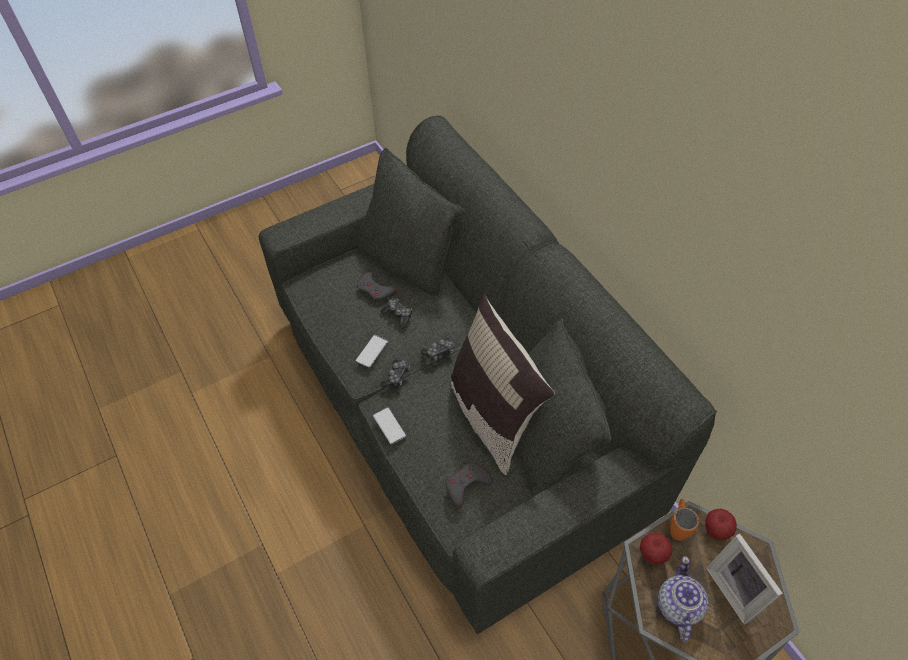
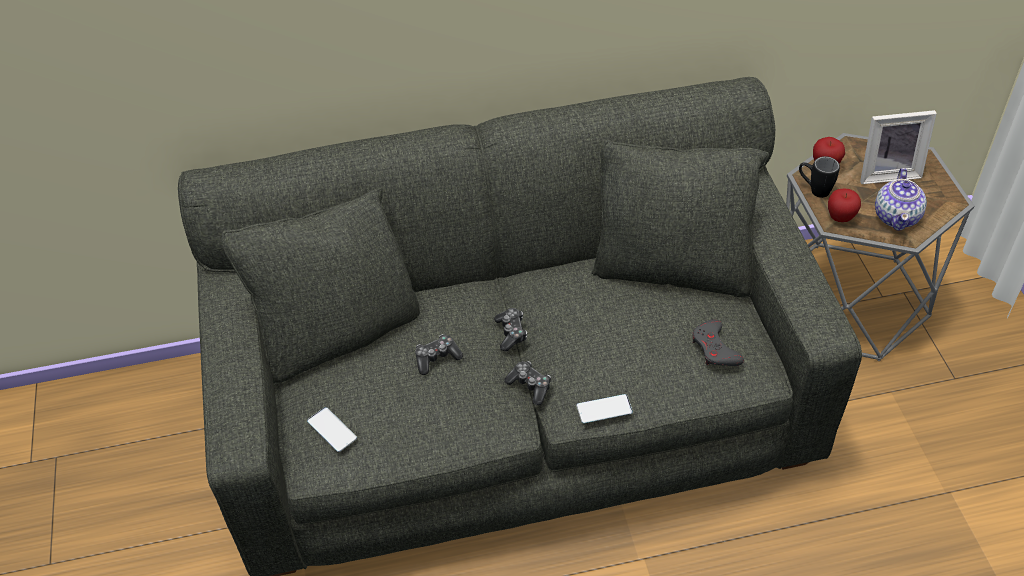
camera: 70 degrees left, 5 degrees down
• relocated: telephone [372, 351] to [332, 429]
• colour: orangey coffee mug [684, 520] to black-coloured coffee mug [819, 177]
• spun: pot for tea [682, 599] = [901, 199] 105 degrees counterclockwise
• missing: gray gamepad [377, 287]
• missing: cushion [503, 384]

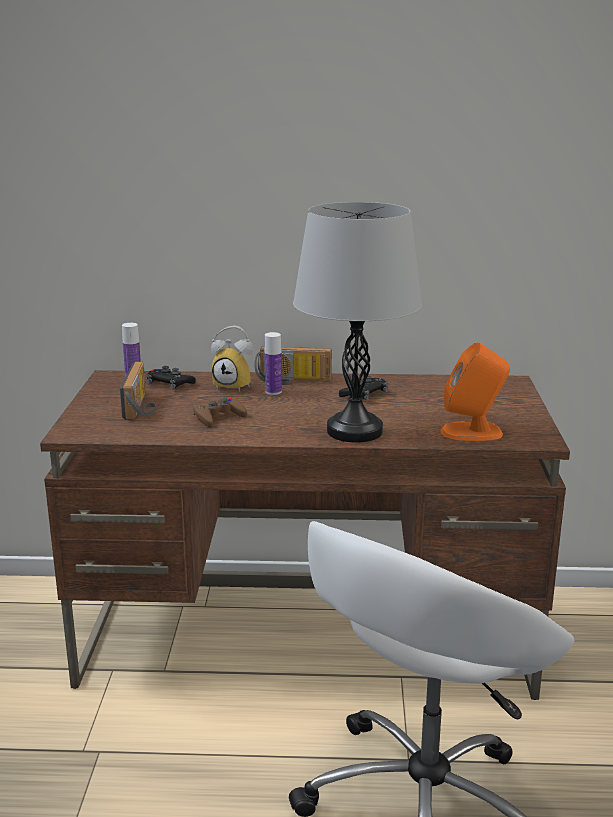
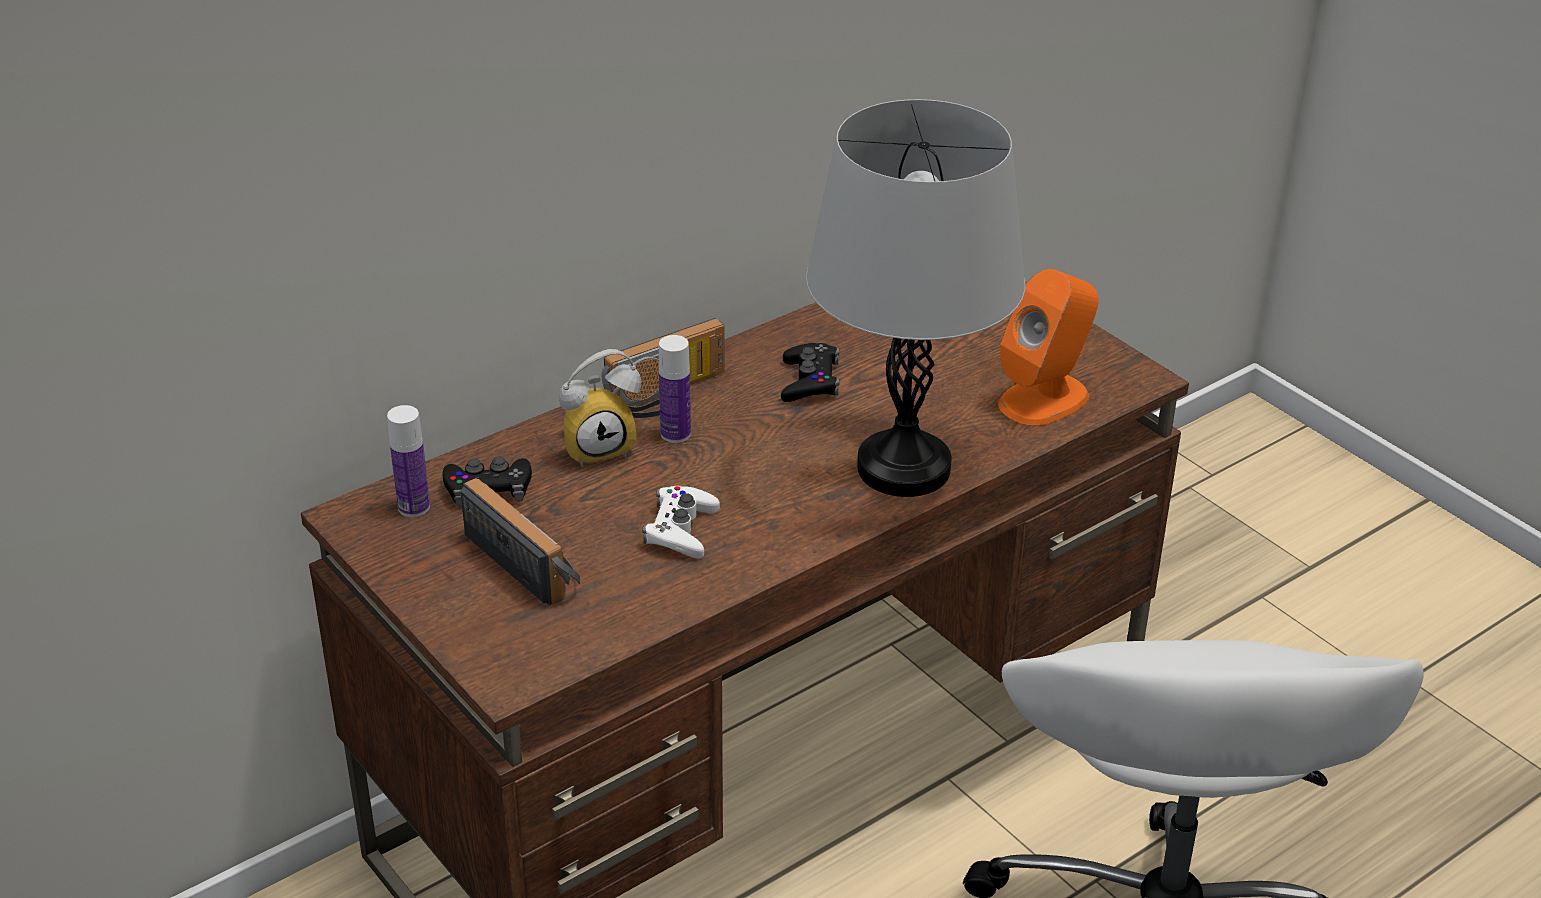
camera: 40 degrees left, 15 degrees up
• colour: brown gamepad [220, 412] to white-coloured gamepad [681, 522]

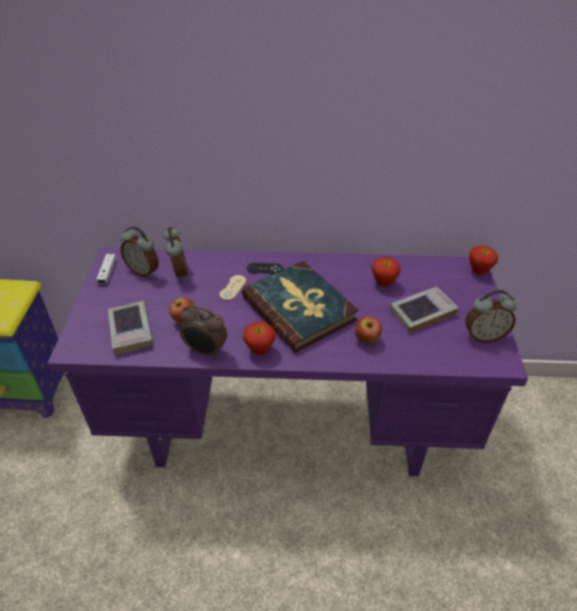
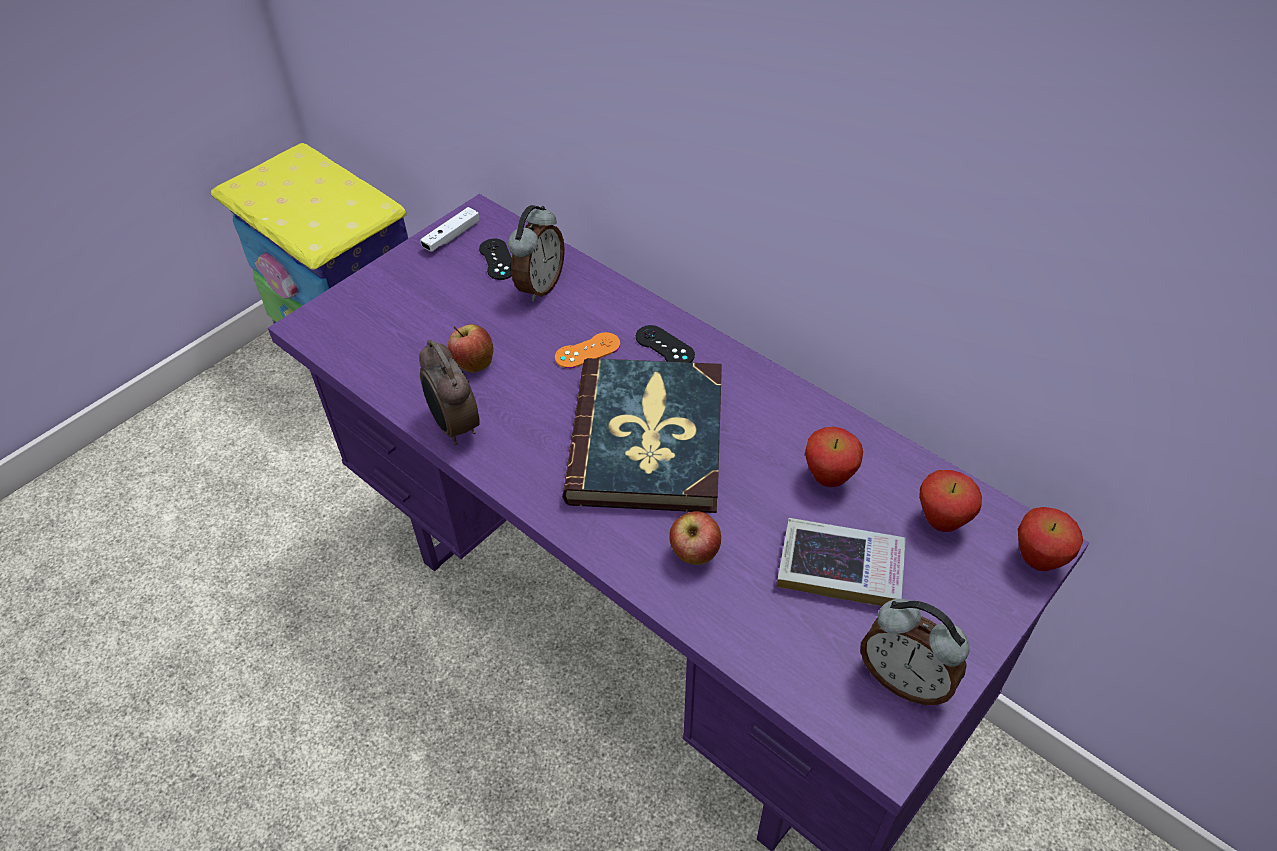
camera: 40 degrees right, 5 degrees up
• exchanged: bedside clock [140, 252] to black-coloured gamepad [495, 259]
• colour: beige-coloured gamepad [232, 287] to orangey gamepad [587, 350]
• relocated: whole apple [259, 338] to [950, 501]
• missing: book [130, 328]

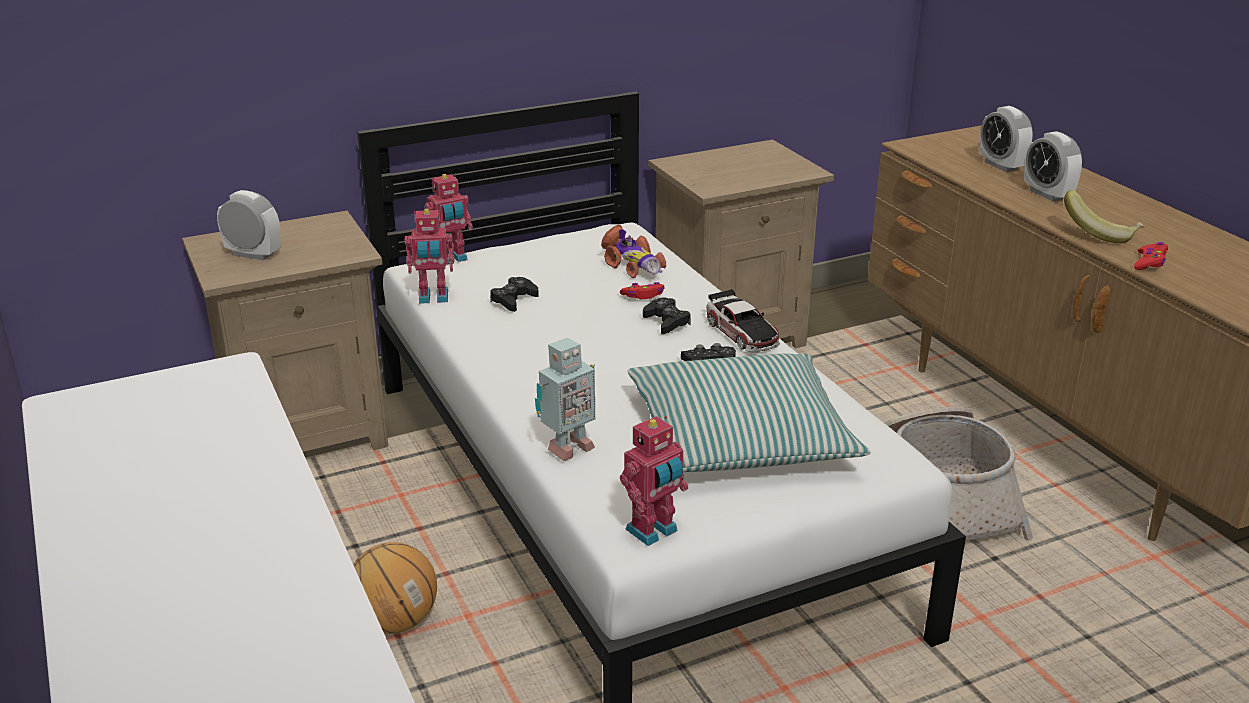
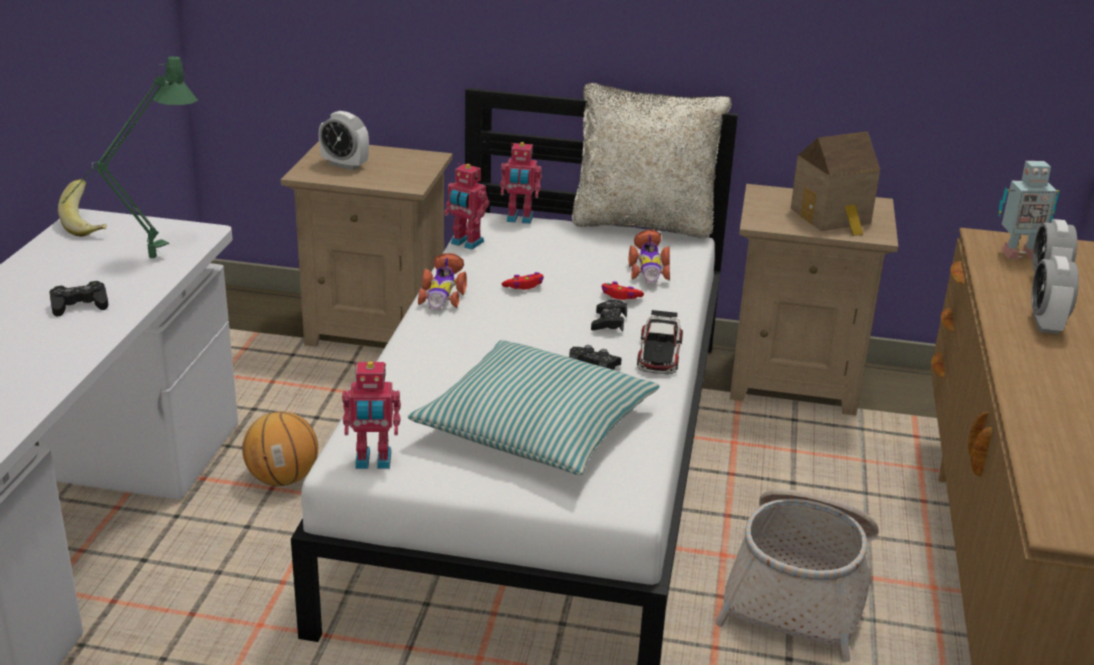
camera: 35 degrees right, 0 degrees up
• relocated: black-coloured gamepad [514, 294] to [79, 299]
• relocated: whole banana [1104, 216] to [82, 208]
• appeared: green tabletop lamp [130, 157]
• spun: bedside clock [249, 225] = [344, 140] 150 degrees clockwise
• appeared: miniature car [442, 281]
• relocated: reddish gamepad [1151, 256] to [522, 281]
• appeared: beige-coloured cushion [652, 160]
• appeared: model house [835, 184]
• relocated: robot figure [565, 399] to [1029, 210]

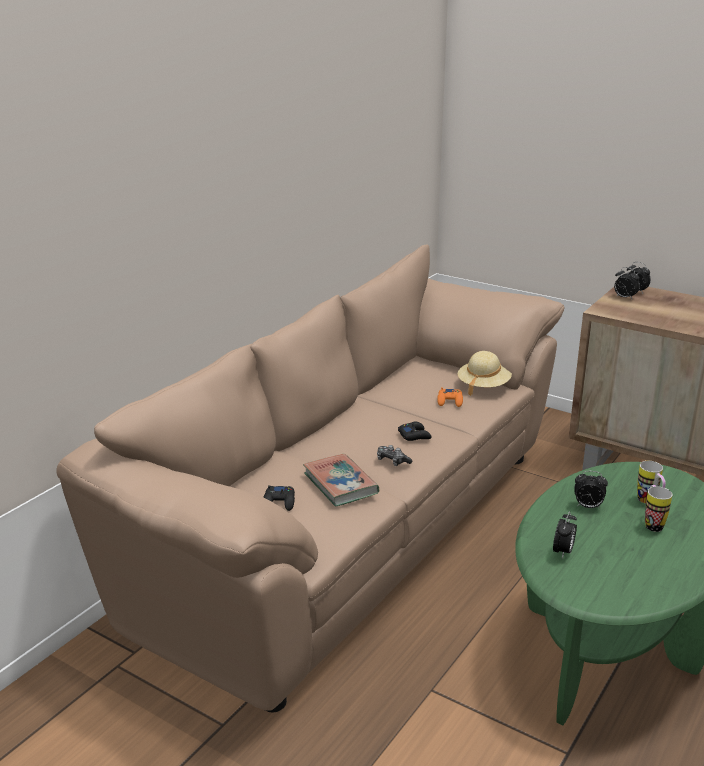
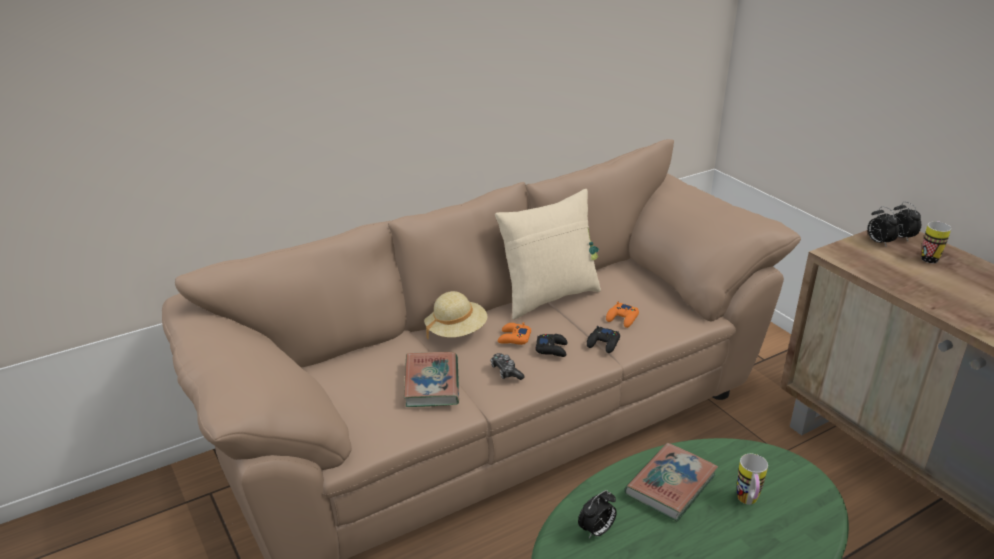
camera: 25 degrees right, 5 degrees up
• relocated: beige-coloured hat [485, 373] to [455, 315]
• appeared: beige-coloured cushion [548, 254]
• appeared: orangey gamepad [514, 333]
• relocated: black-coloured gamepad [279, 498] to [603, 339]
• exchanged: bedside clock [591, 490] to book [671, 482]
• relocated: coffee mug [658, 508] to [936, 242]

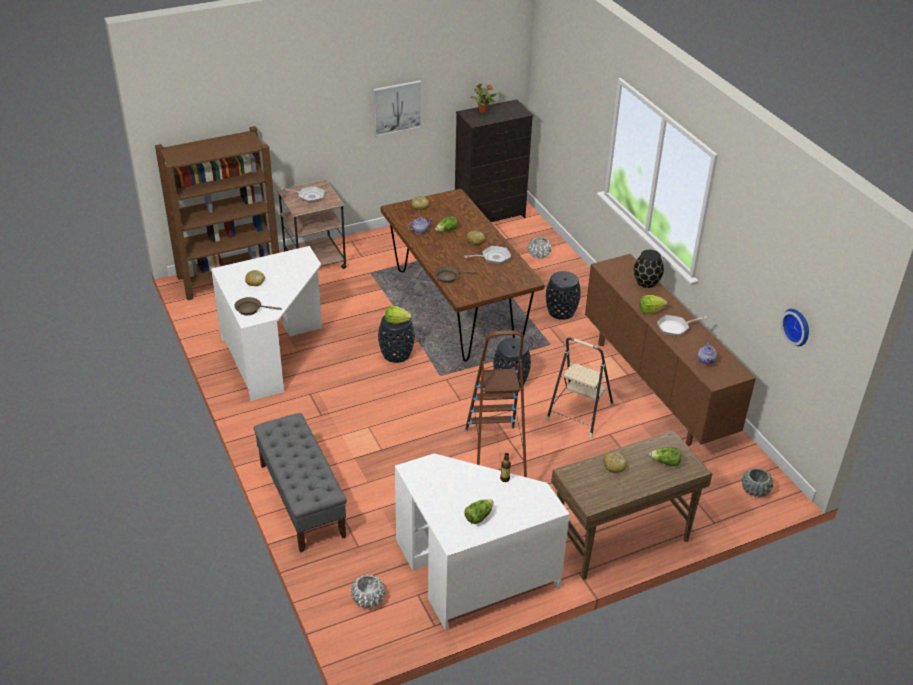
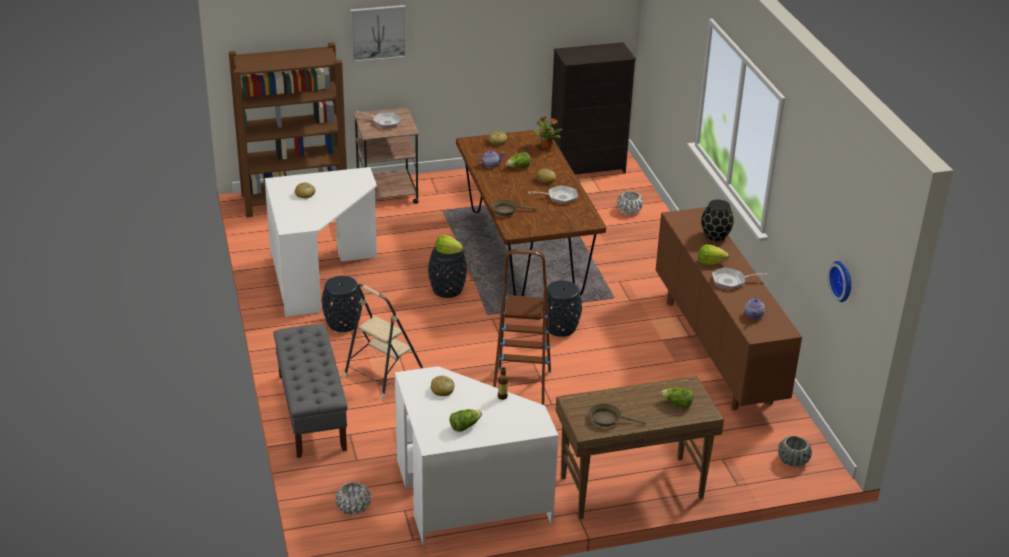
camera: 10 degrees right, 5 degrees down
• relocated: black-coloured stool [563, 295] to [342, 304]
• relocated: beige-coloured step stool [580, 388] to [383, 341]
• relocated: wall picture [397, 108] to [378, 33]
• relocated: bakery bread [615, 462] to [443, 386]
• relocated: houseplant [484, 98] to [547, 132]
• relocated: brown frying pan [257, 306] to [617, 415]

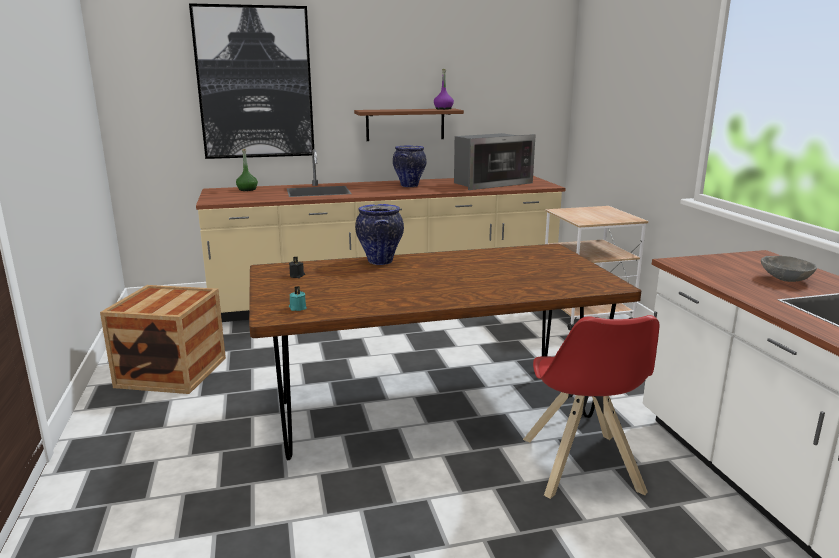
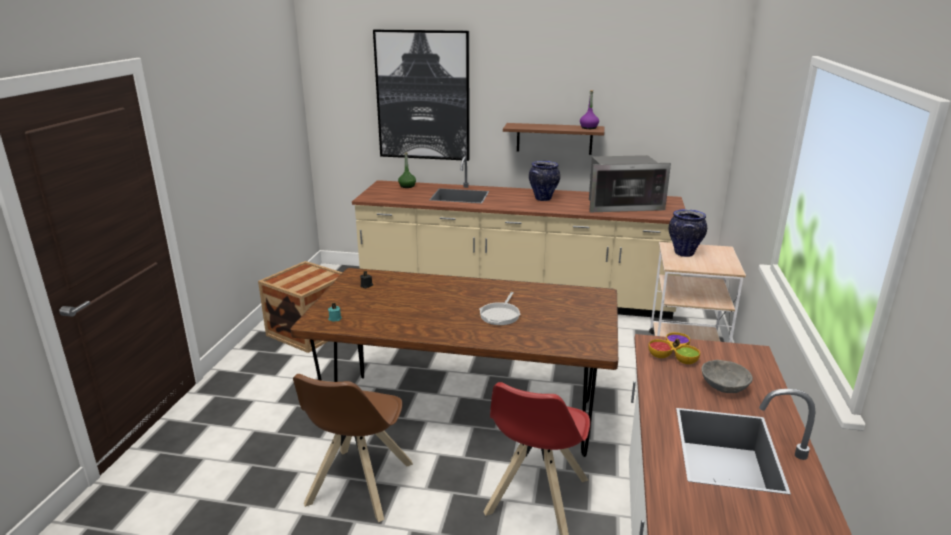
camera: 25 degrees right, 5 degrees up
• appeared: brown upright chair [353, 448]
• appeared: frying pan [500, 308]
• appeared: serving bowl [674, 348]
• relocated: decorative vase [379, 234] to [688, 233]

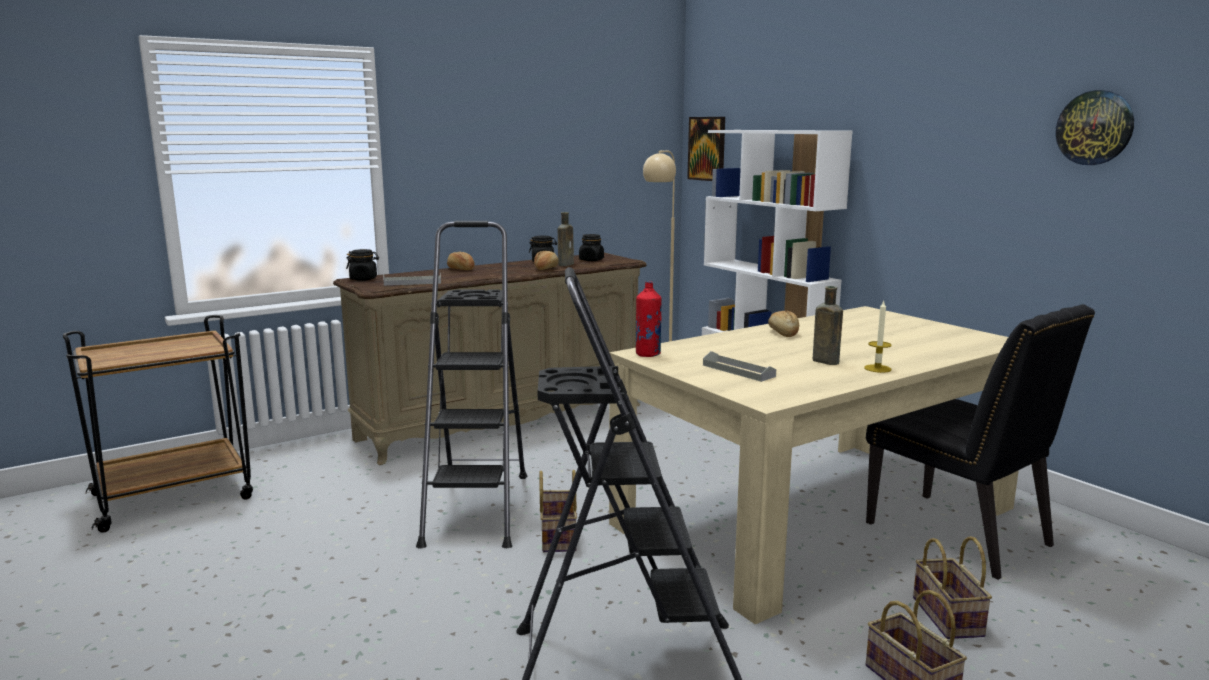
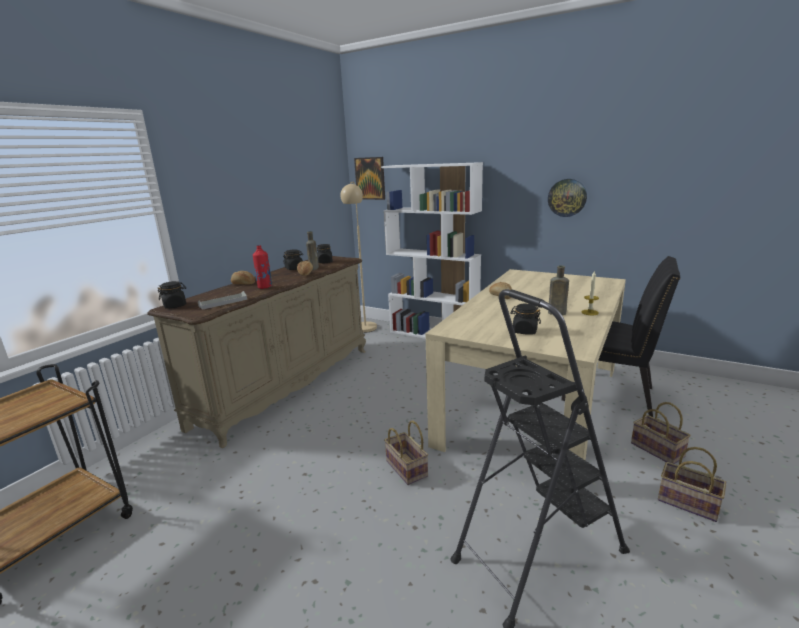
camera: 25 degrees left, 5 degrees up
• relocated: reddish beverage bottle [648, 319] to [262, 267]
• exchanged: gray carrying tray [739, 366] to black-coloured storage jar [525, 319]
• relocated: wall clock [1094, 127] to [567, 198]
• missing: step stool [472, 384]

